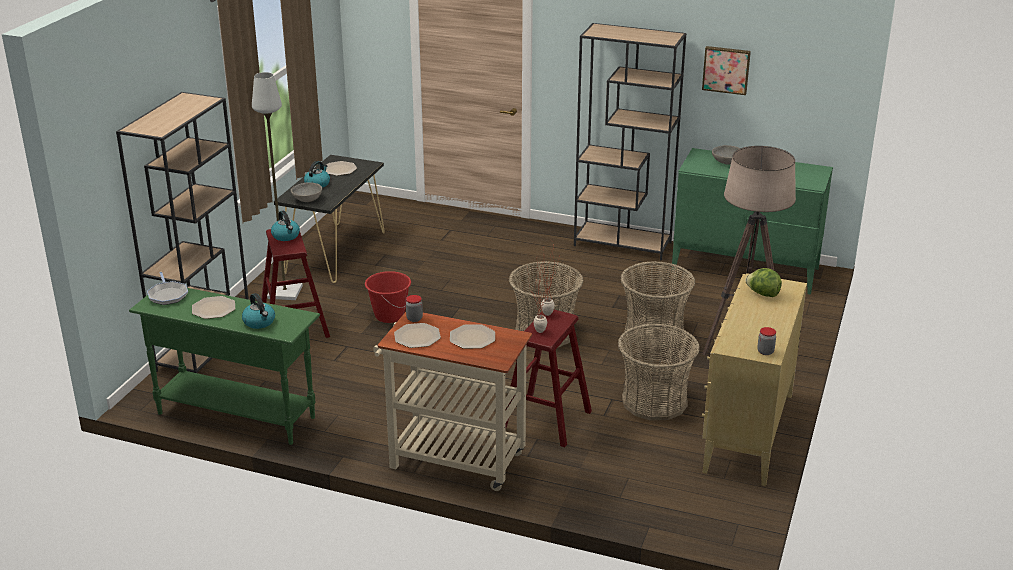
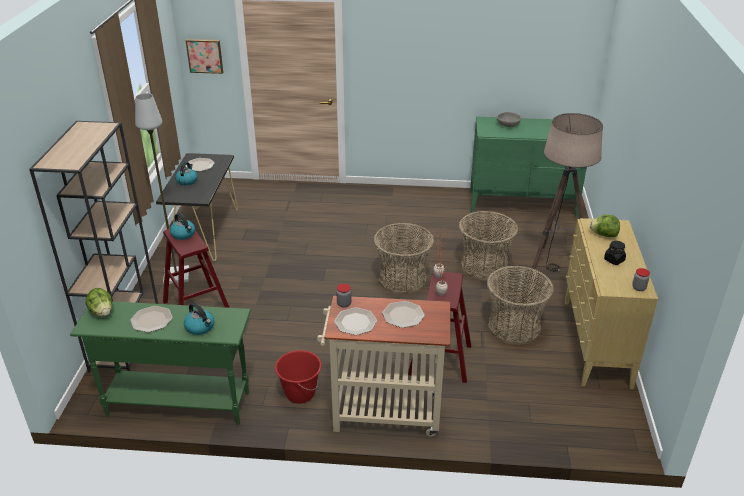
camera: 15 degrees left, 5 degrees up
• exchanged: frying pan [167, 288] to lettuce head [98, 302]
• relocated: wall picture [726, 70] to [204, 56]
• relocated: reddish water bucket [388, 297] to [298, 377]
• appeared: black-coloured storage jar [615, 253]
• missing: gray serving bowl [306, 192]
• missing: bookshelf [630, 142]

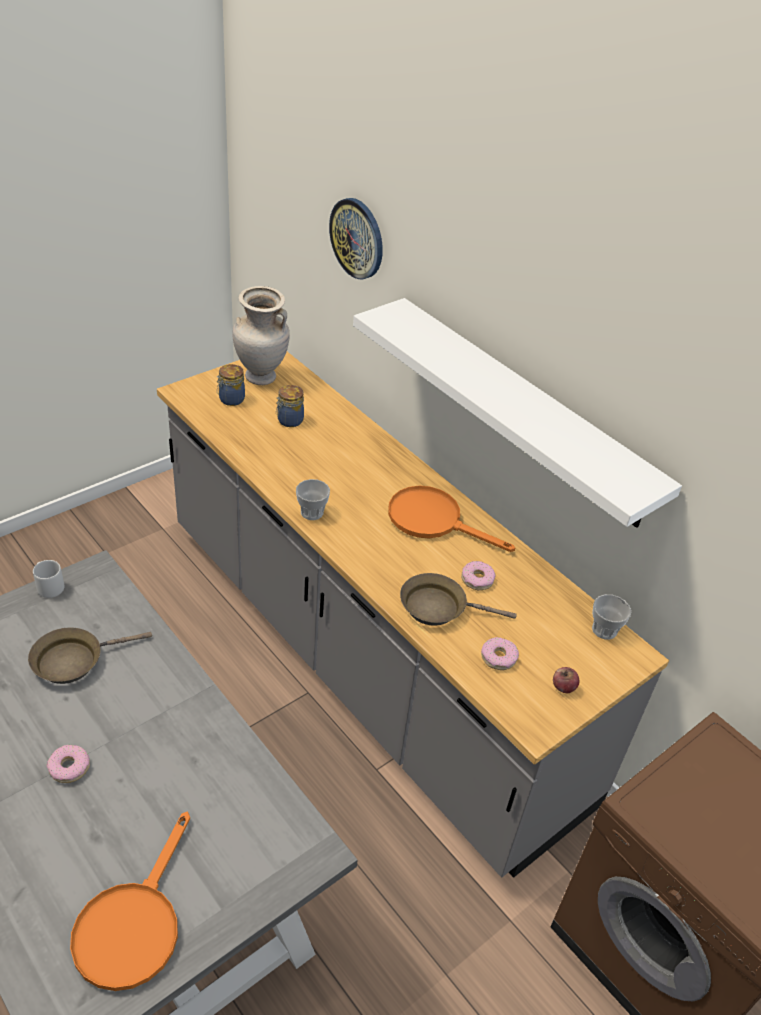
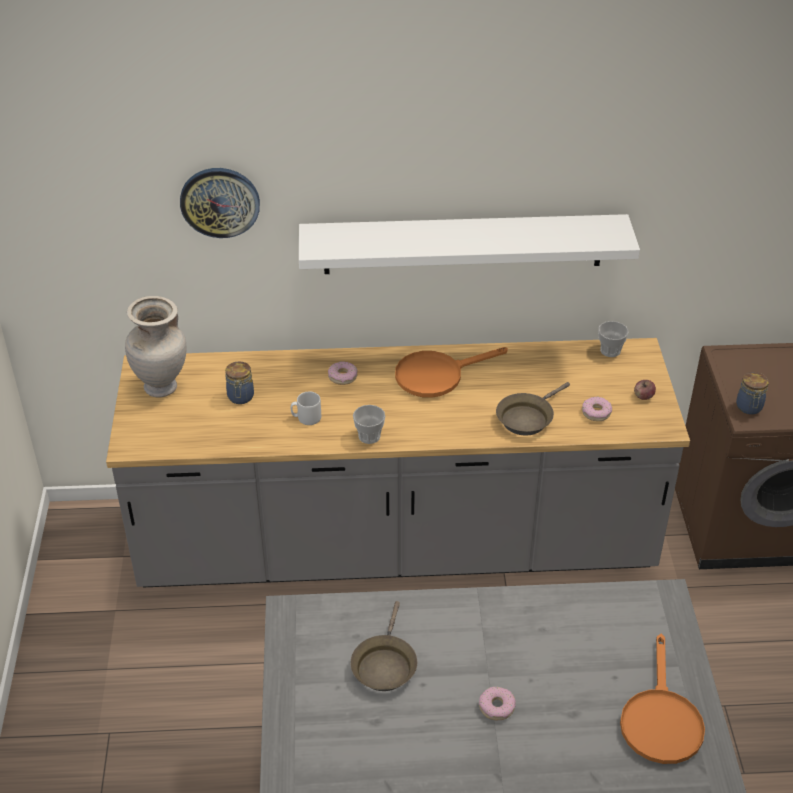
camera: 50 degrees left, 0 degrees up
• relocated: gray coffee mug [48, 579] to [306, 408]
• relocated: ring doughnut [478, 575] to [343, 373]
• spun: orangey frying pan [130, 901] = [662, 699] 45 degrees clockwise
• relocated: storage jar [231, 385] to [752, 393]

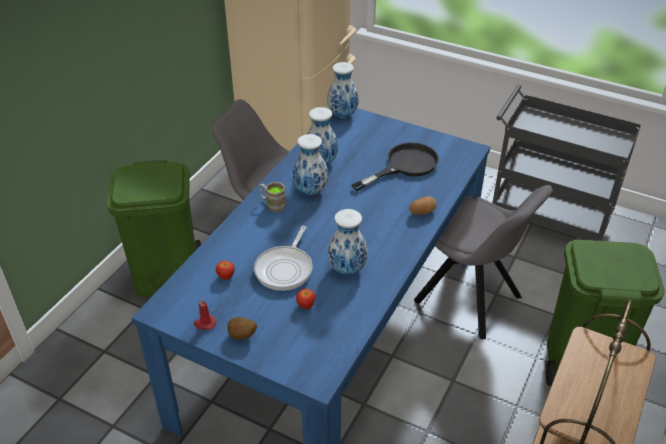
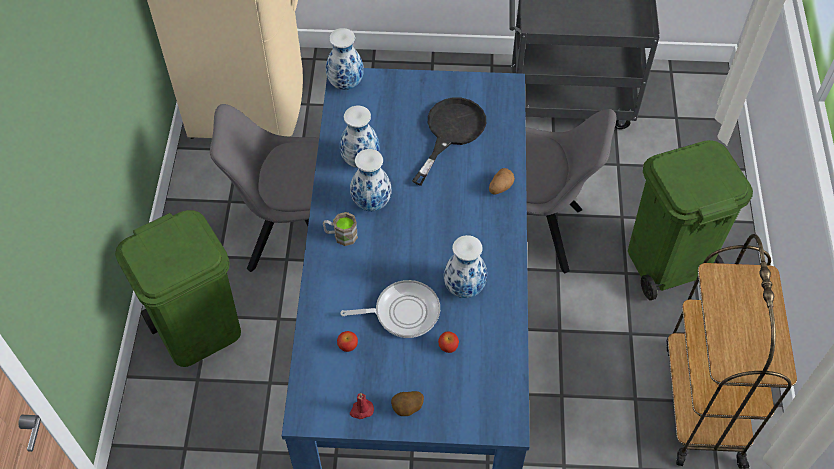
camera: 25 degrees left, 15 degrees up
• spun: frying pan [283, 258] = [390, 309] 90 degrees counterclockwise

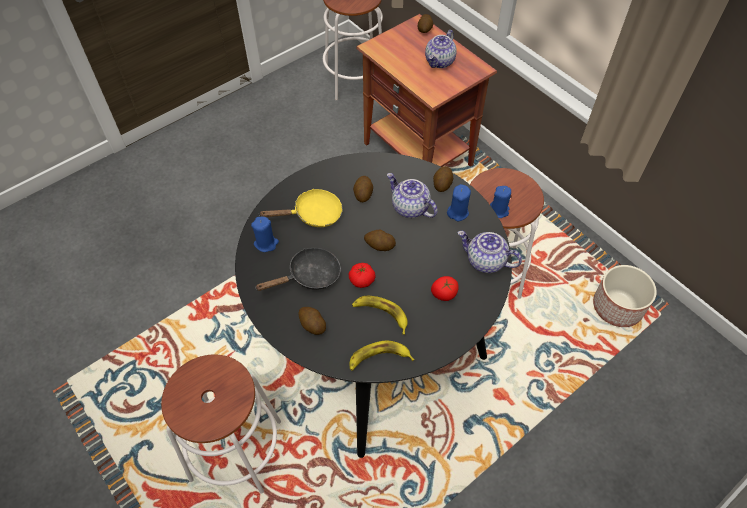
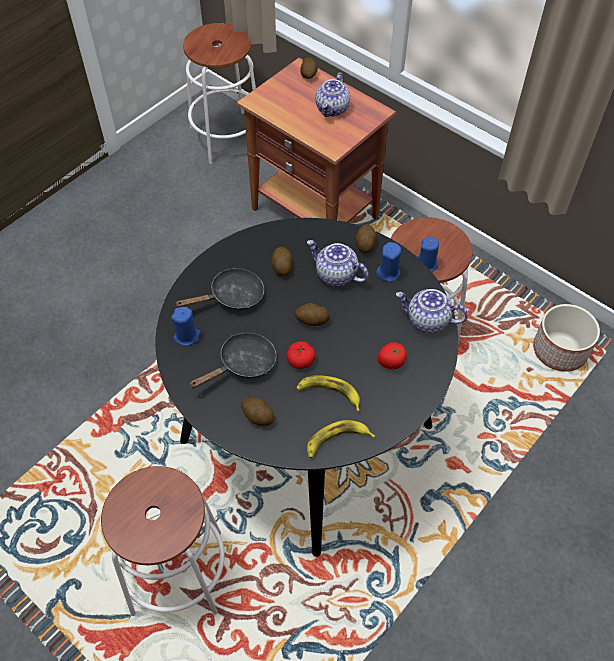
camera: 10 degrees left, 0 degrees up
• colour: yellow-coloured frying pan [301, 208] to black-coloured frying pan [219, 289]

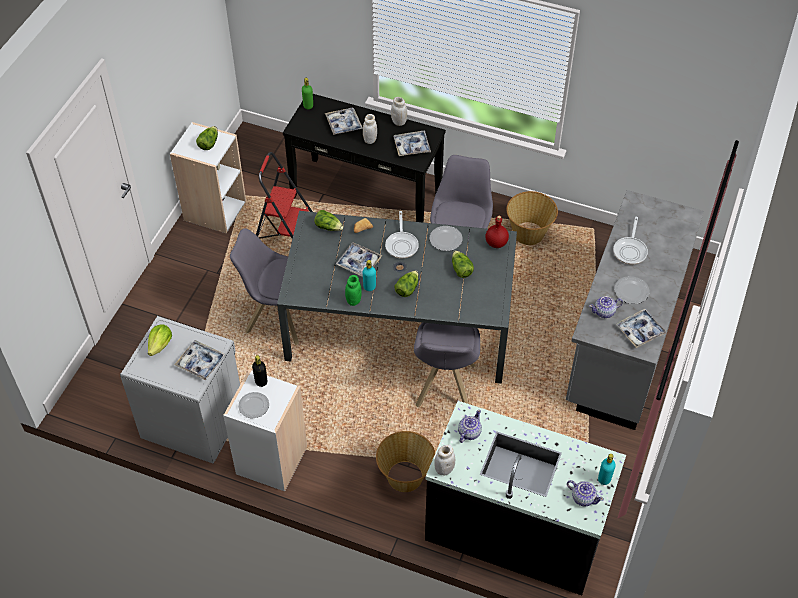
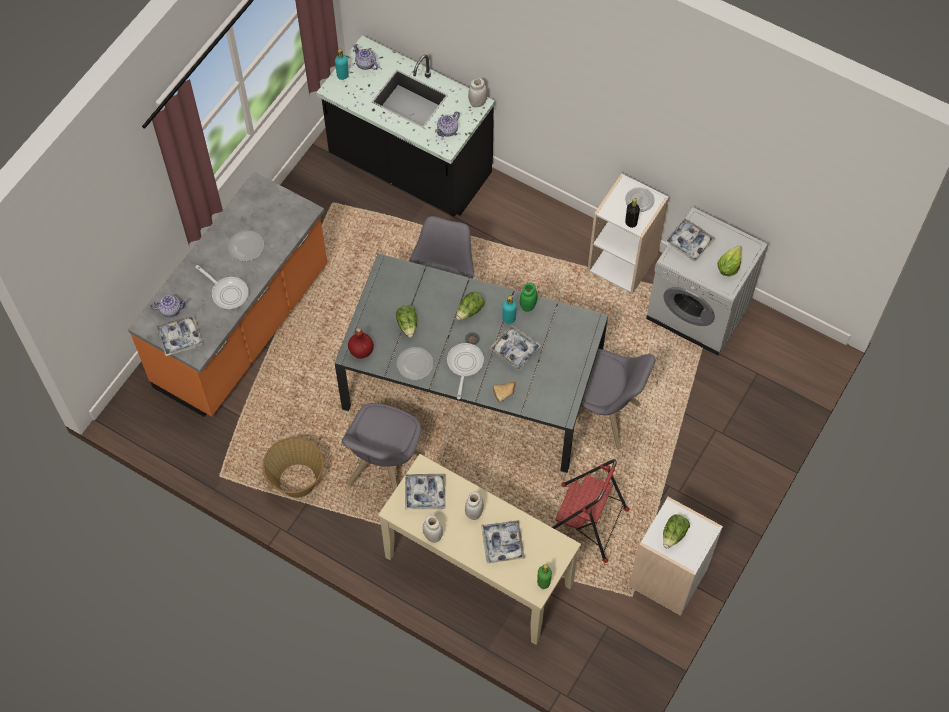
camera: 170 degrees left, 10 degrees up
• colour: gray kitchen counter [635, 310] to orangey kitchen counter [227, 294]
• relocated: pot for tea [606, 307] to [168, 305]
• relocated: carrying tray [641, 328] to [179, 336]
• spun: frying pan [630, 241] = [222, 287] 105 degrees clockwise
• colour: black-coloured console table [364, 158] to beige-coloured console table [479, 549]
• missing: lettuce head [328, 220]
• missing: storage basket [405, 461]

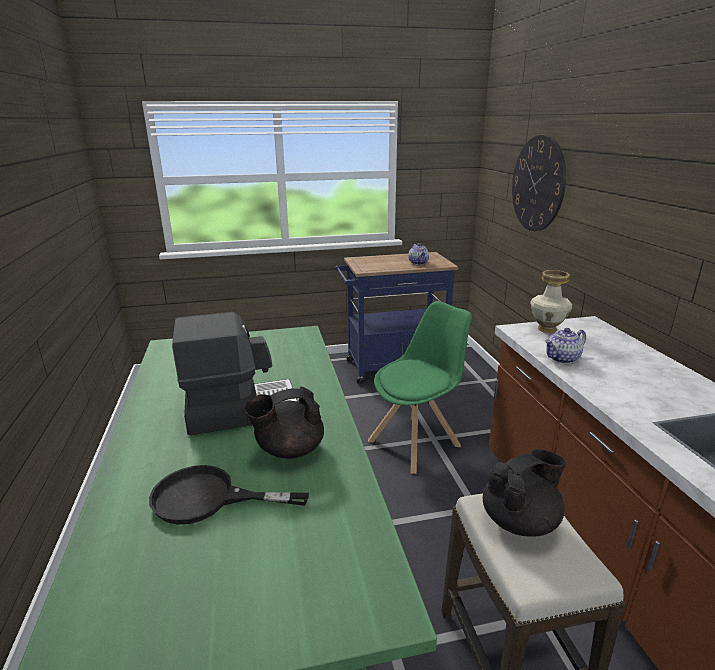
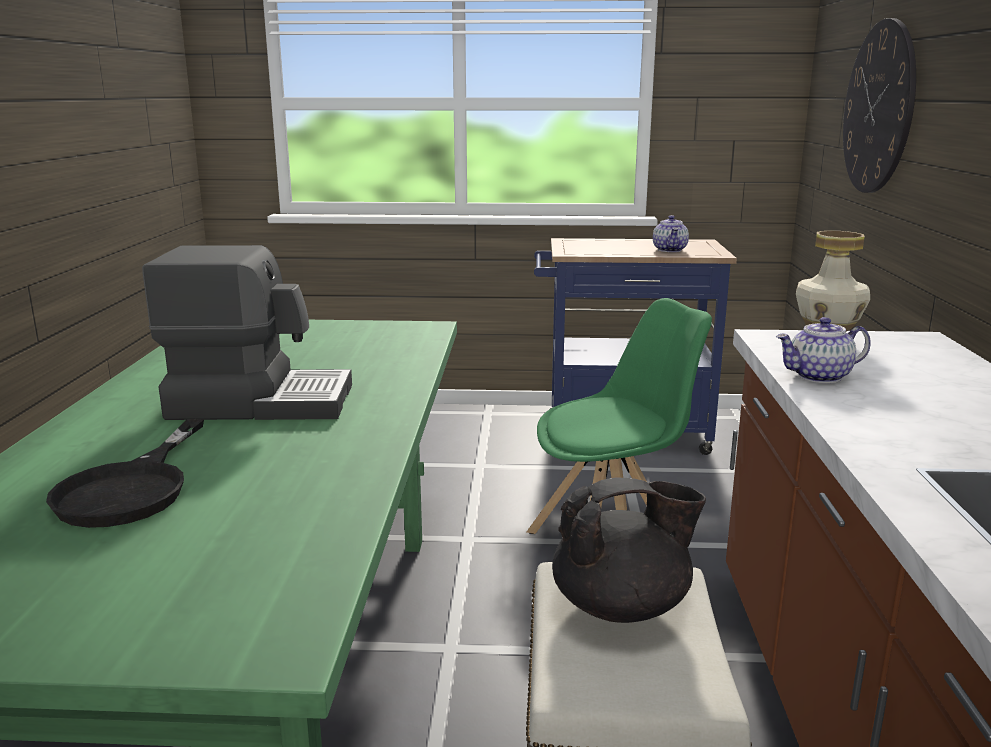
camera: 15 degrees right, 5 degrees down
• spun: black-coloured frying pan [229, 495] = [125, 473] 105 degrees counterclockwise
• missing: black-coloured pot for tea [284, 423]

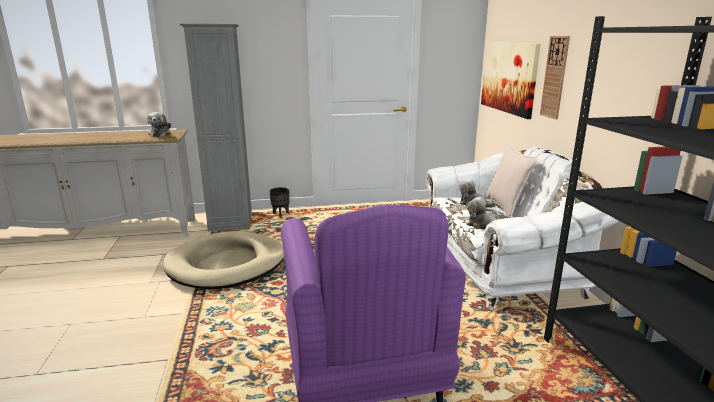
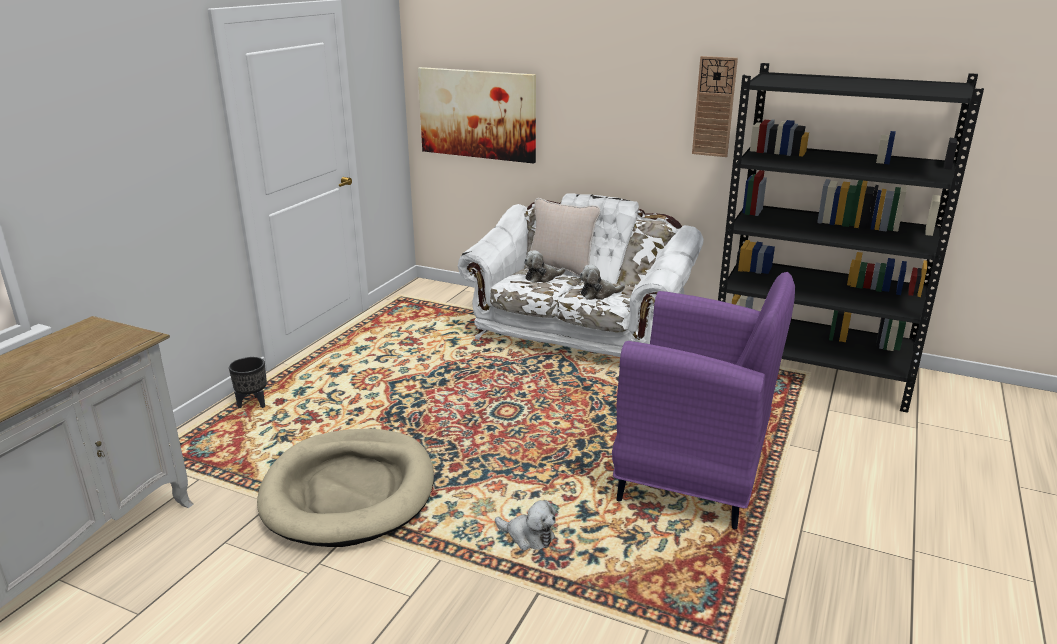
camera: 55 degrees left, 5 degrees up
• relocated: soft toy [159, 124] to [525, 525]
• relocated: wall clock [555, 77] to [715, 106]
• missing: gray cupboard [215, 127]

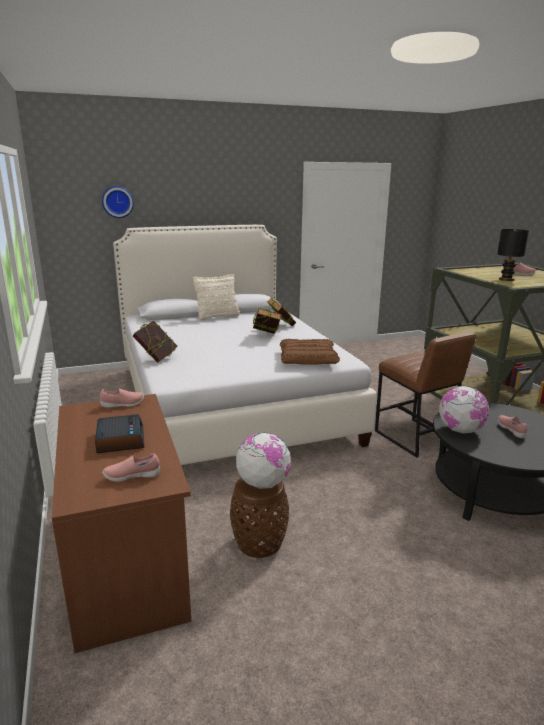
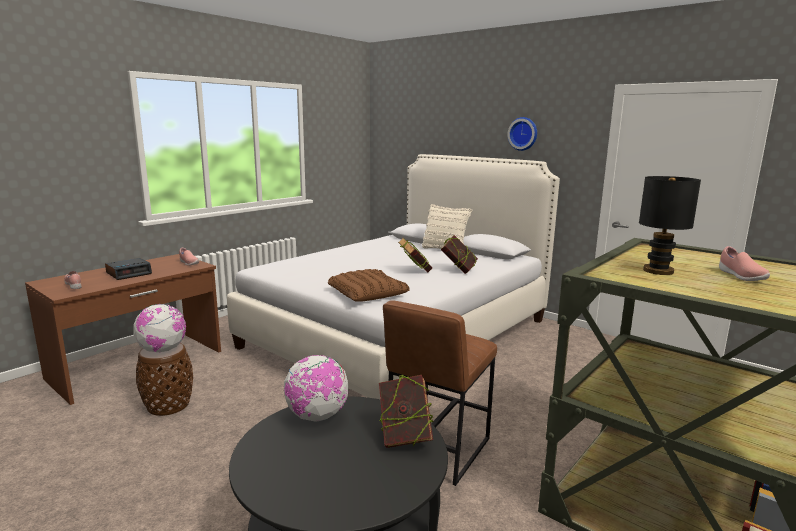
camera: 60 degrees right, 5 degrees down
• relocated: book [155, 342] to [406, 411]
• relocated: wall clock [118, 202] to [522, 134]
• missing: pink-coloured shoe [512, 426]

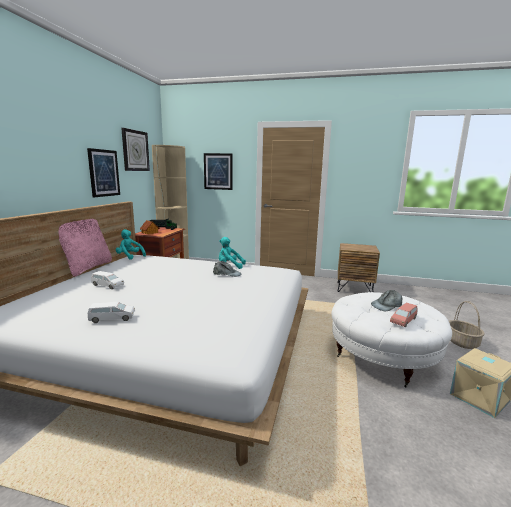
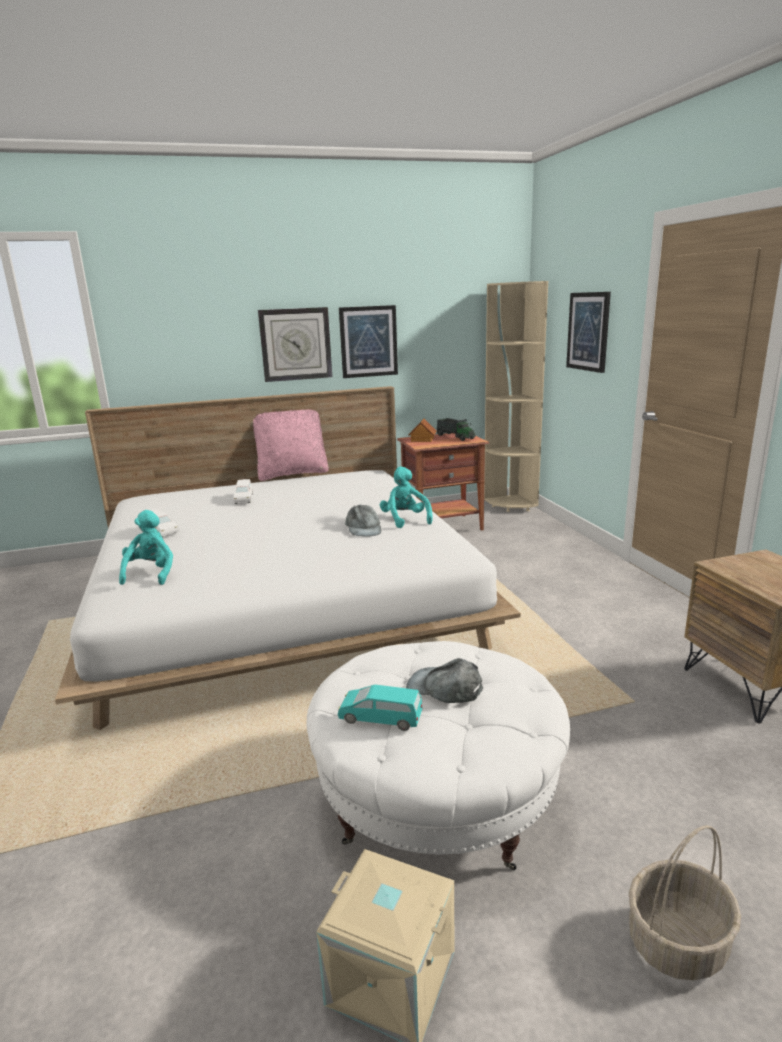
camera: 60 degrees right, 5 degrees up
• relocated: turquoise-coloured soft toy [131, 244] to [146, 547]
• relocated: wall clock [135, 149] to [295, 344]
• colour: pink-coloured miniature car [404, 315] to turquoise-coloured miniature car [380, 708]

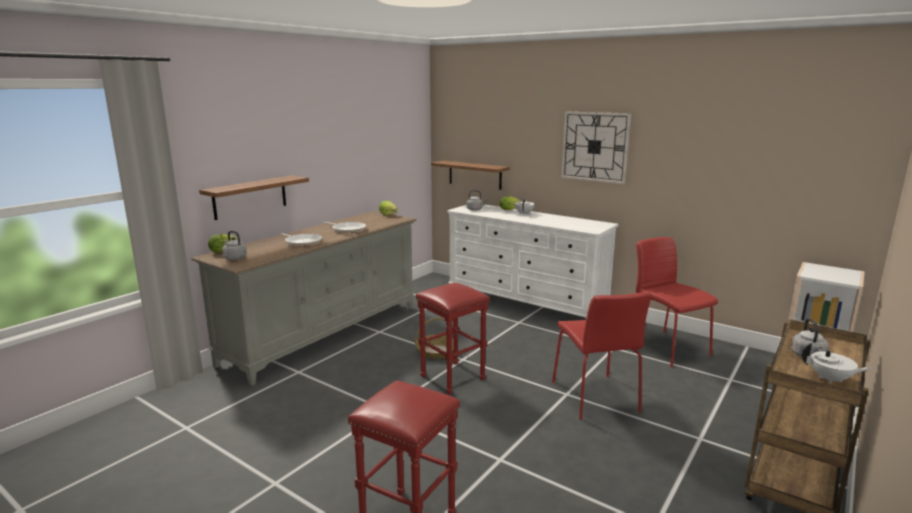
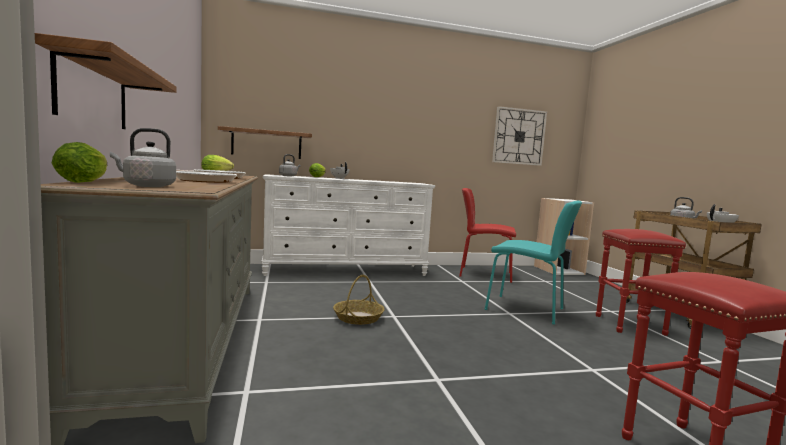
camera: 50 degrees left, 10 degrees down
• colour: reddish upright chair [602, 356] to turquoise-coloured upright chair [533, 263]
• relocated: wall clock [596, 147] to [519, 136]
• relocated: reddish stool [453, 338] to [641, 282]

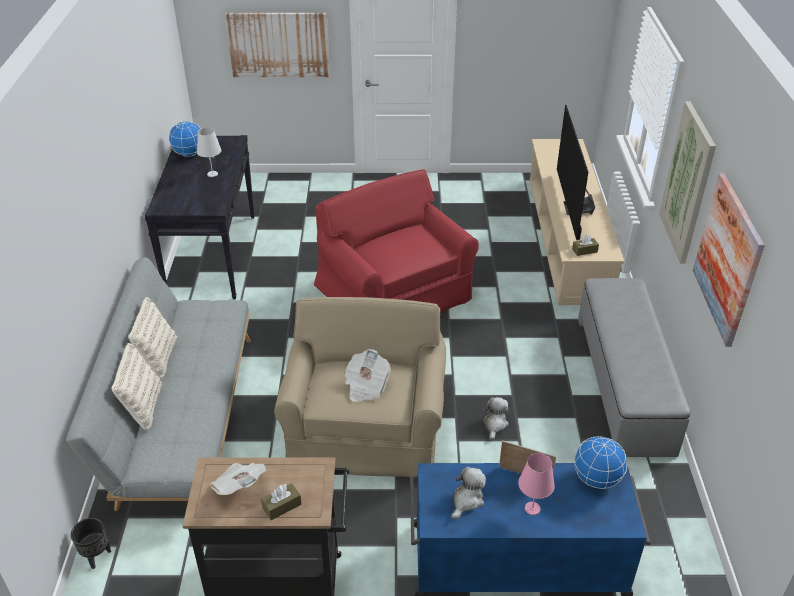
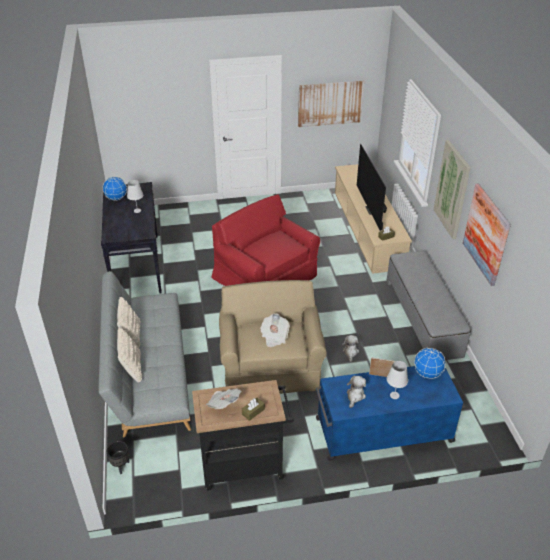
camera: 10 degrees left, 0 degrees up
• relocated: wall picture [277, 45] to [331, 104]
• colour: pink-coloured tabletop lamp [536, 484] to white-coloured tabletop lamp [397, 380]

